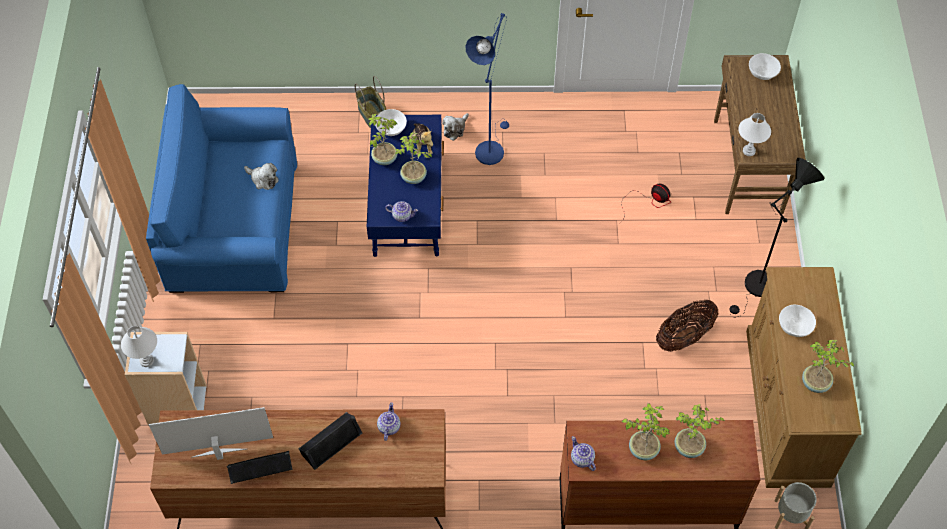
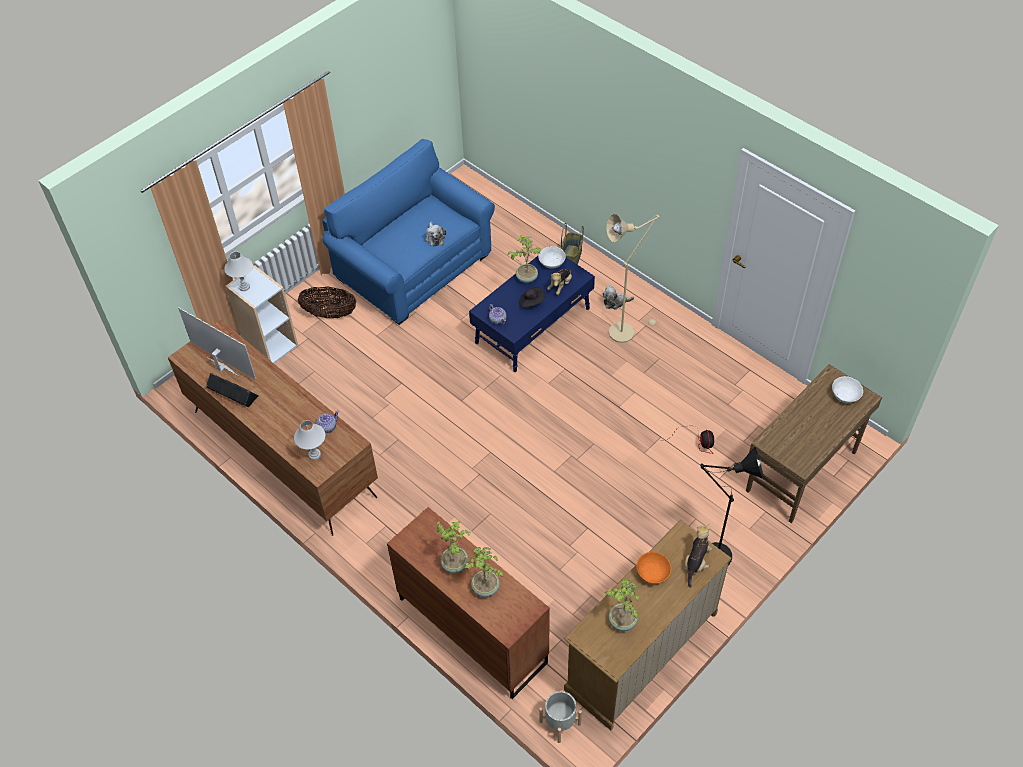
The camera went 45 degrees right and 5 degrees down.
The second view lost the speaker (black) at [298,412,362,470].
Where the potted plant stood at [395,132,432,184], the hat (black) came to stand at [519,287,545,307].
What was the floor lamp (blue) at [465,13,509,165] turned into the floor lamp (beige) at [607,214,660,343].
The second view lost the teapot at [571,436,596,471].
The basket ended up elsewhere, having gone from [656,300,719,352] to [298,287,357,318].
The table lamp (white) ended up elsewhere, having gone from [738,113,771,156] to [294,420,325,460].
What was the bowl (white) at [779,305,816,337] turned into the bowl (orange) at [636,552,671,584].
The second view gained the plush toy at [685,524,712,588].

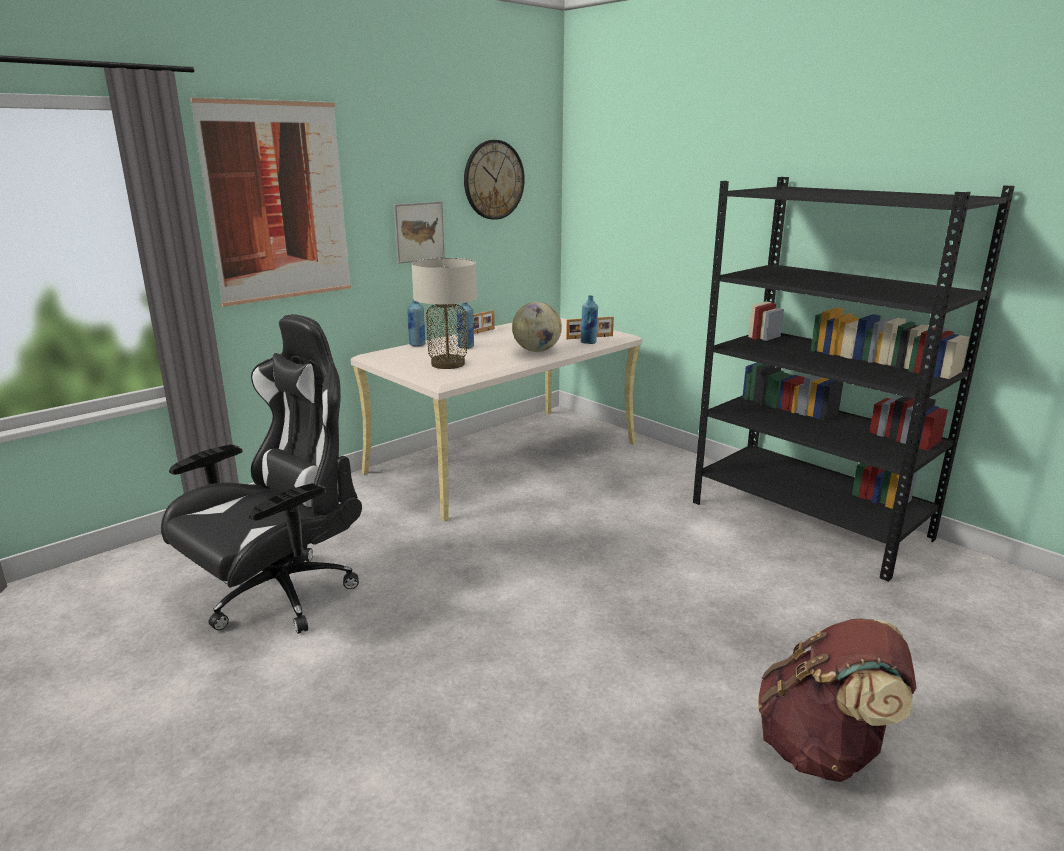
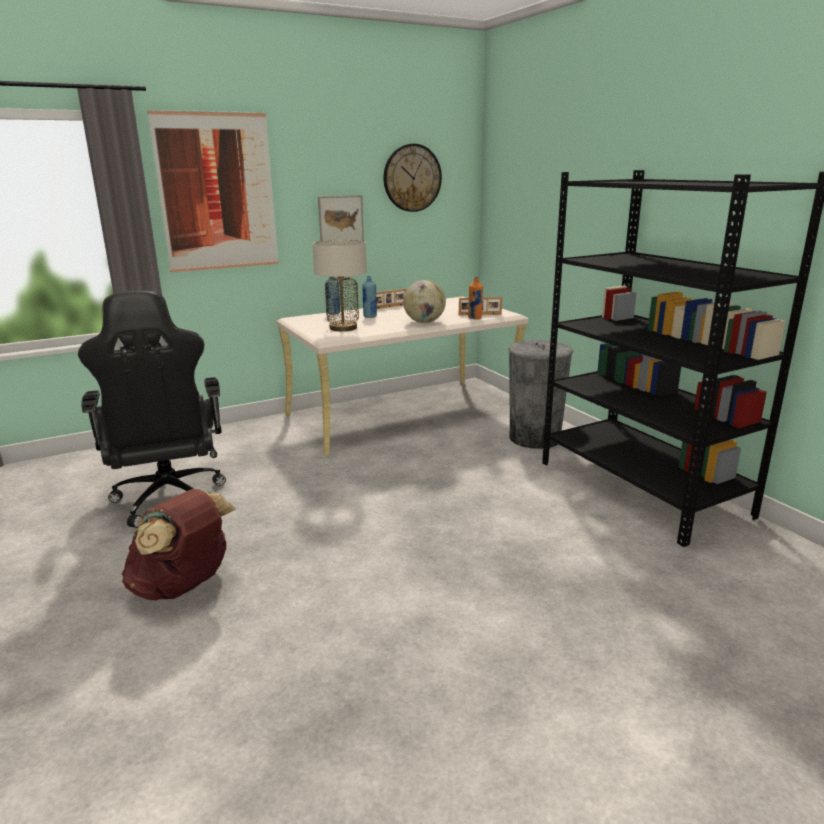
The camera went 15 degrees right and 0 degrees up.
The office chair (black) at [161,314,362,634] ended up facing another way, 105 degrees clockwise from before.
What was the bottle (blue) at [581,296,598,344] turned into the bottle (orange) at [468,277,483,320].
The backpack (brown) ended up elsewhere, having gone from [758,618,916,782] to [122,489,236,600].
The second view gained the trash can (grey) at [508,340,573,449].

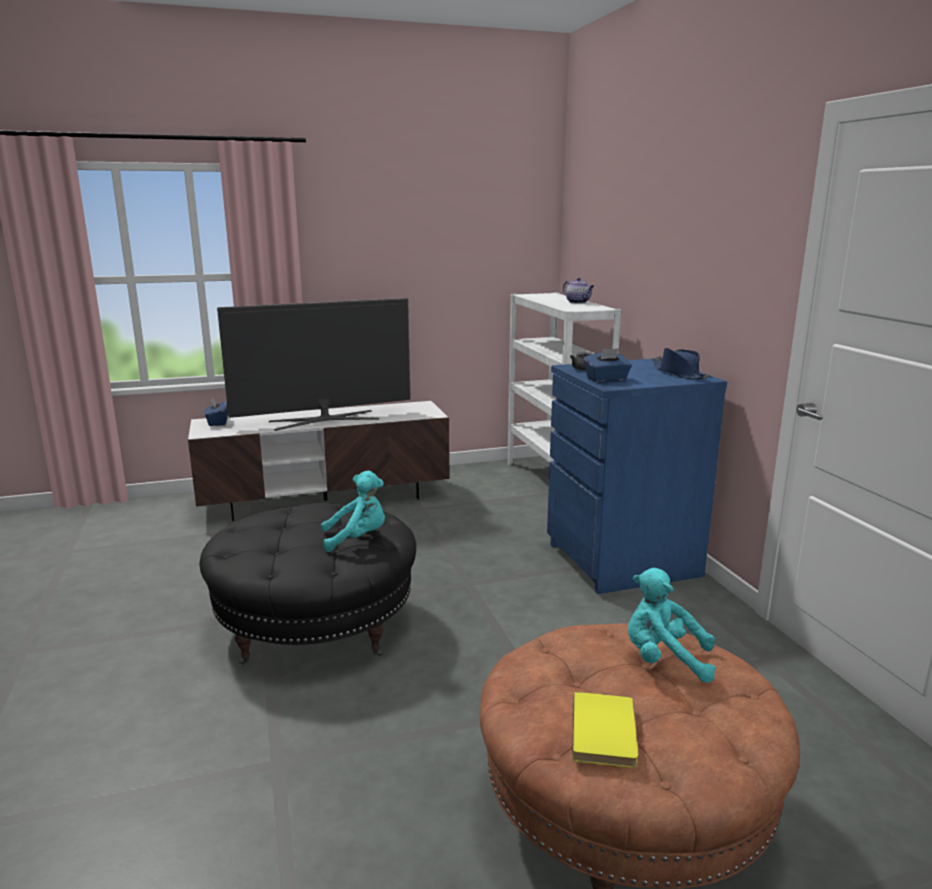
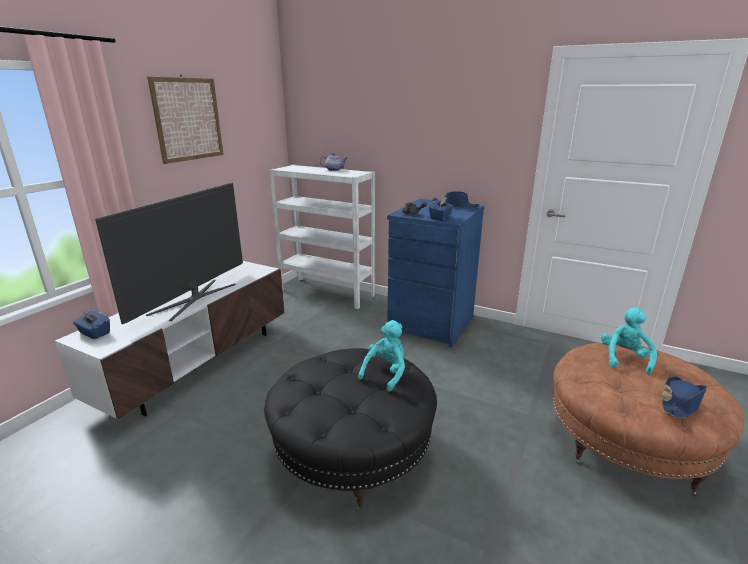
The camera went 45 degrees left and 5 degrees up.
Where the book (yellow) stood at [572,692,638,768], the hat (blue) came to stand at [662,376,707,418].
The plush toy (turquoise) at [628,568,716,683] ended up facing another way, 135 degrees clockwise from before.
The second view gained the picture at [147,75,223,164].

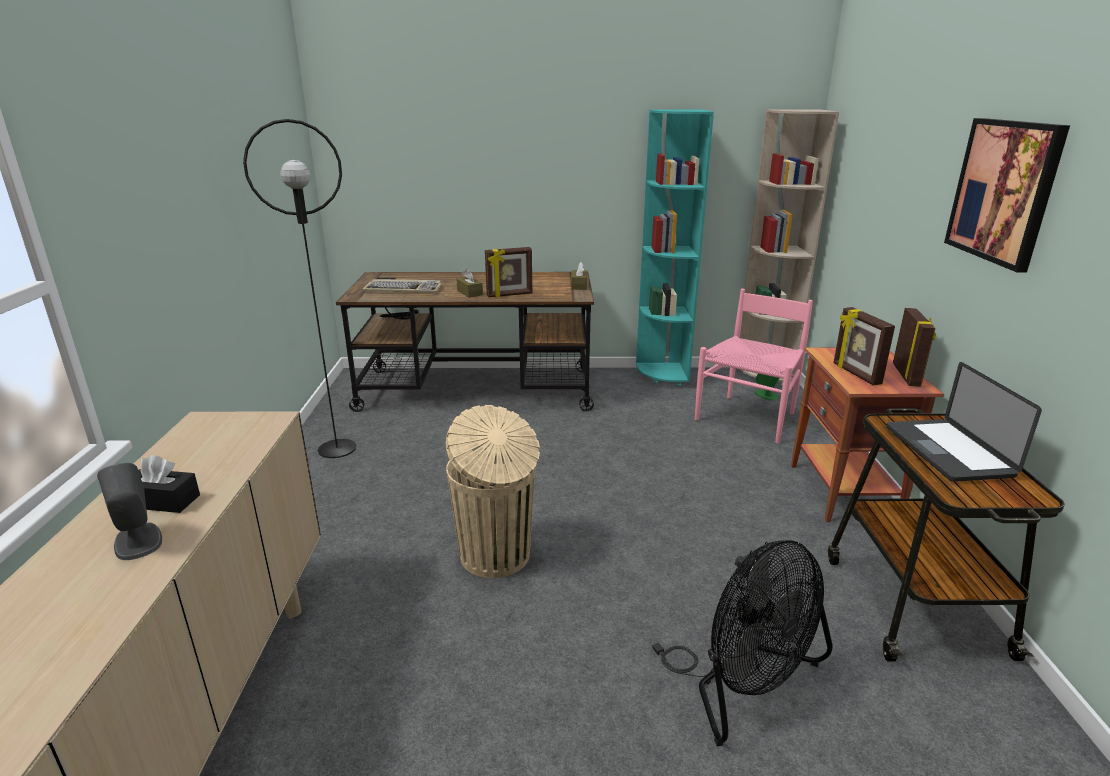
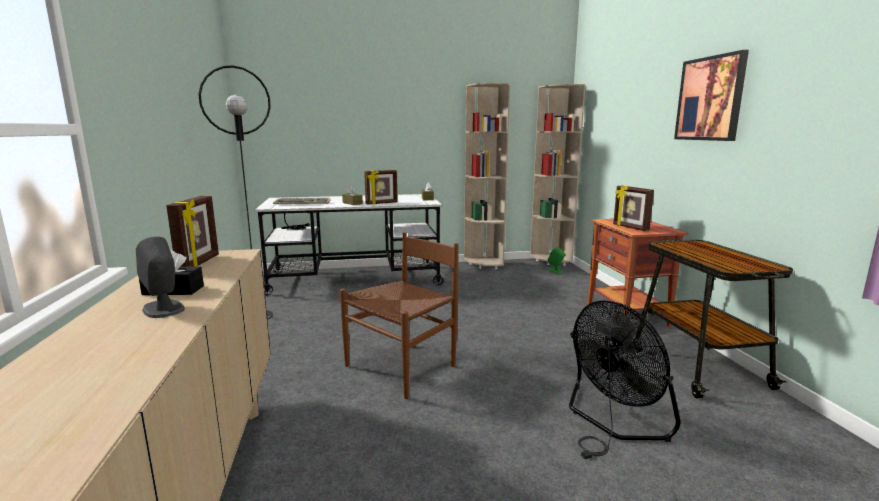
The camera went 10 degrees left and 10 degrees down.
What was the desk (brown) at [336,272,594,412] turned into the desk (white) at [255,194,443,296].
Where the trash can (beige) stood at [446,405,540,578], the chair (brown) came to stand at [340,232,458,399].
What was the bookcase (turquoise) at [636,109,714,386] turned into the bookcase (beige) at [464,83,510,269].
The fan (black) at [652,540,833,746] ended up facing another way, 75 degrees counterclockwise from before.
The second view lost the chair (pink) at [695,289,813,443].
The second view lost the laptop at [886,362,1042,482].
The picture frame ended up elsewhere, having gone from [893,308,936,387] to [166,196,219,267].

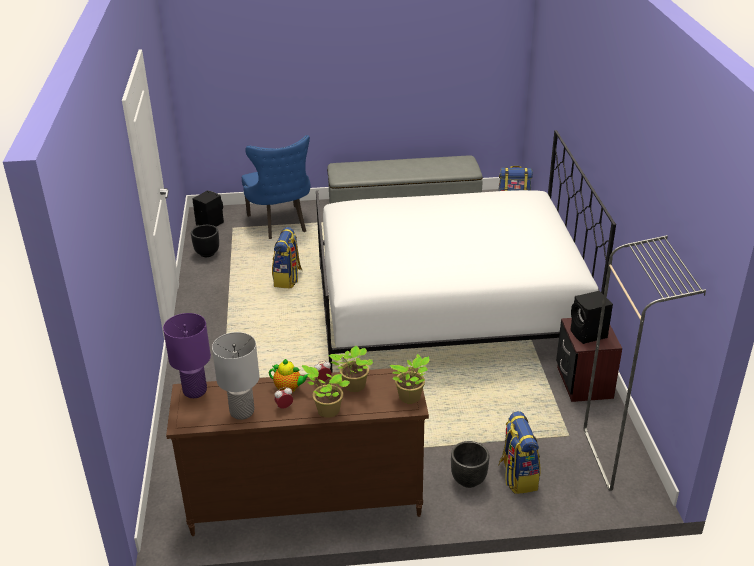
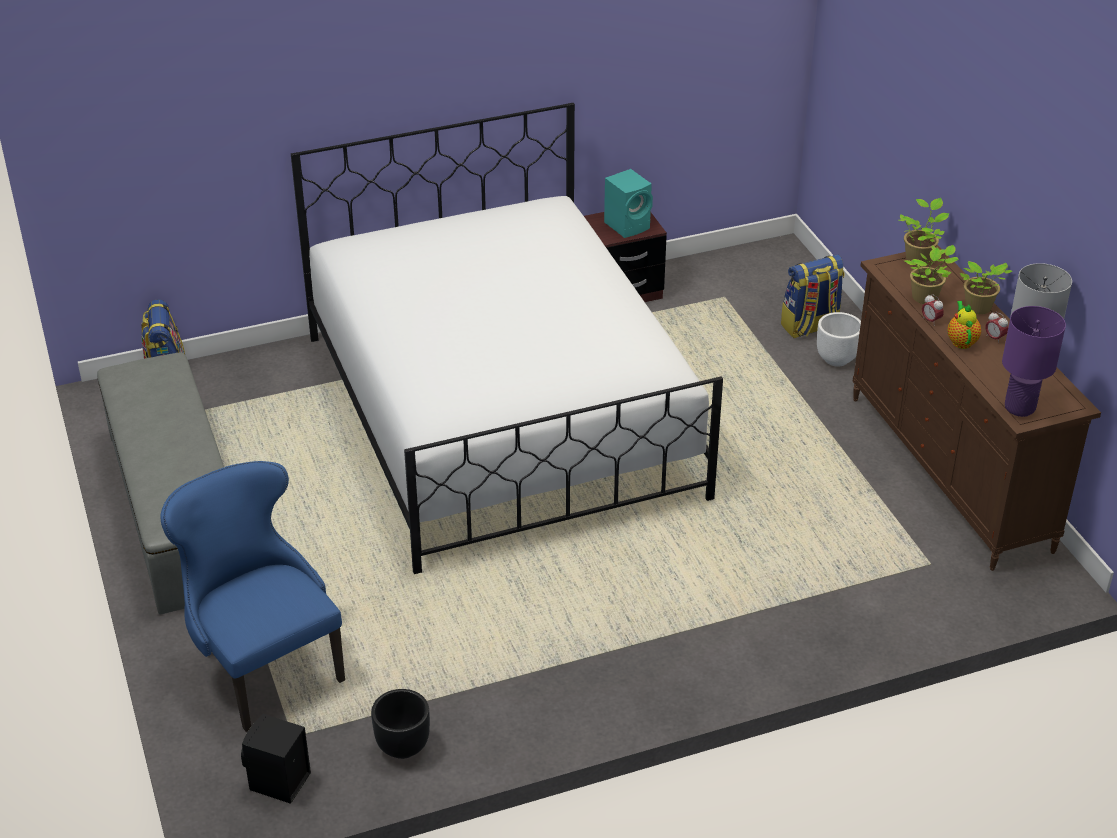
The camera went 105 degrees left and 5 degrees up.
The chair (blue) at [242,135,310,239] ended up facing another way, 90 degrees counterclockwise from before.
The second view lost the backpack at [272,227,302,288].
What was the planter (black) at [451,441,490,488] turned into the planter (white) at [817,312,861,367].
What was the speaker (black) at [570,291,613,344] turned into the speaker (turquoise) at [604,169,653,238].
The second view lost the clothes rack (grey) at [584,235,706,491].

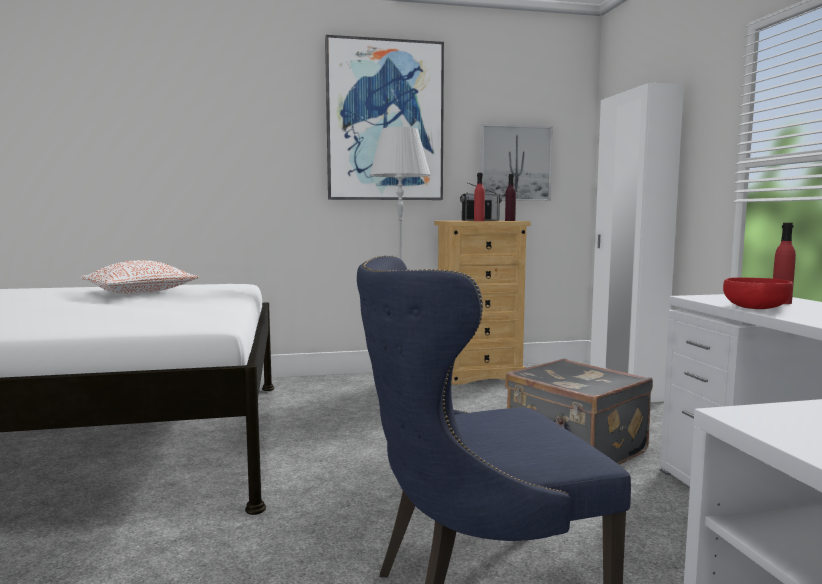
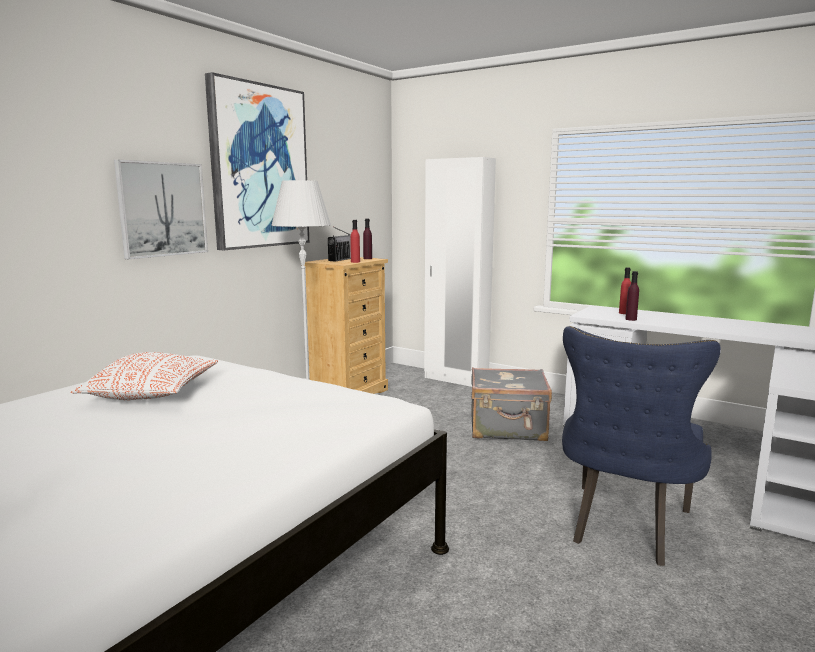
The camera went 45 degrees left and 5 degrees up.
The picture ended up elsewhere, having gone from [480,124,553,201] to [114,160,208,259].
Where the bowl (red) stood at [723,277,793,309], the bottle (purple) came to stand at [625,271,639,321].

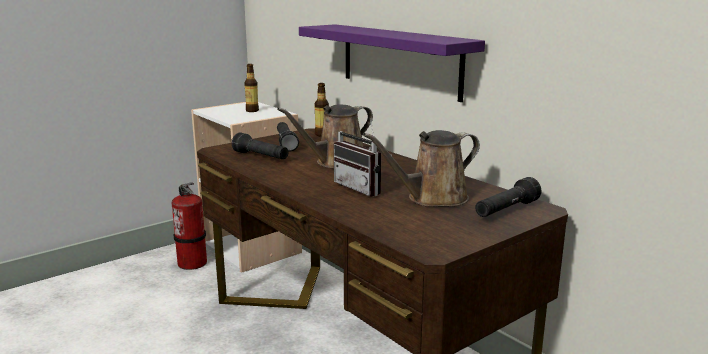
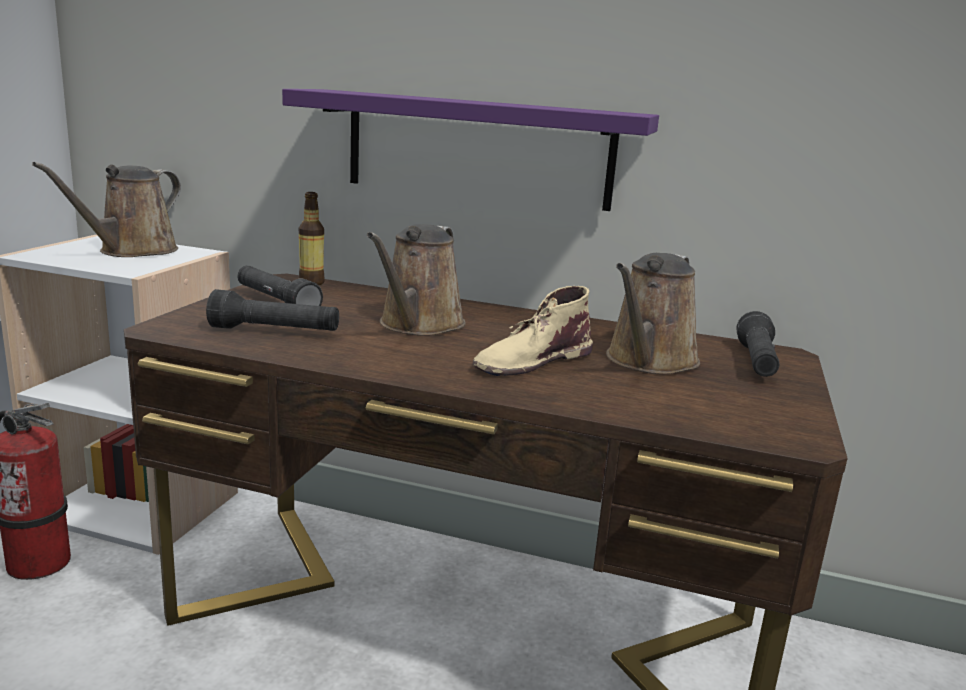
The camera went 35 degrees left and 0 degrees up.
Where the bottle stood at [244,64,259,112], the watering can (brown) came to stand at [32,162,181,257].
Where the radio stood at [334,118,381,197], the boot (beige) came to stand at [472,286,593,376].

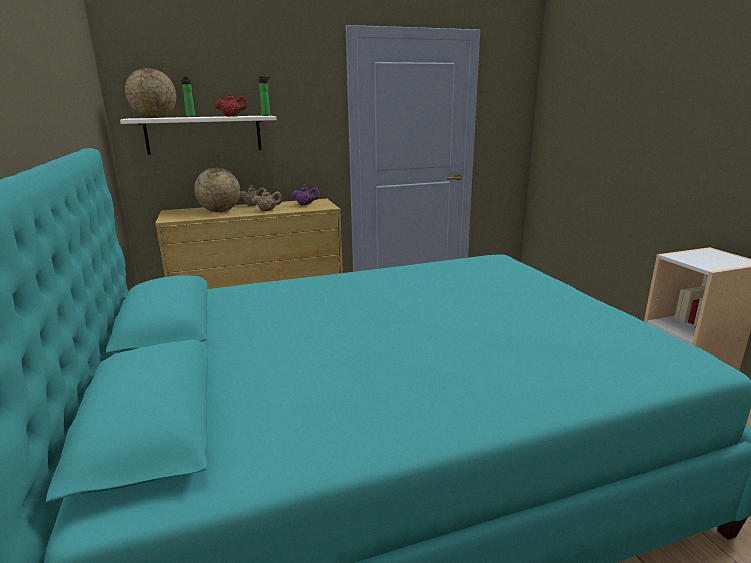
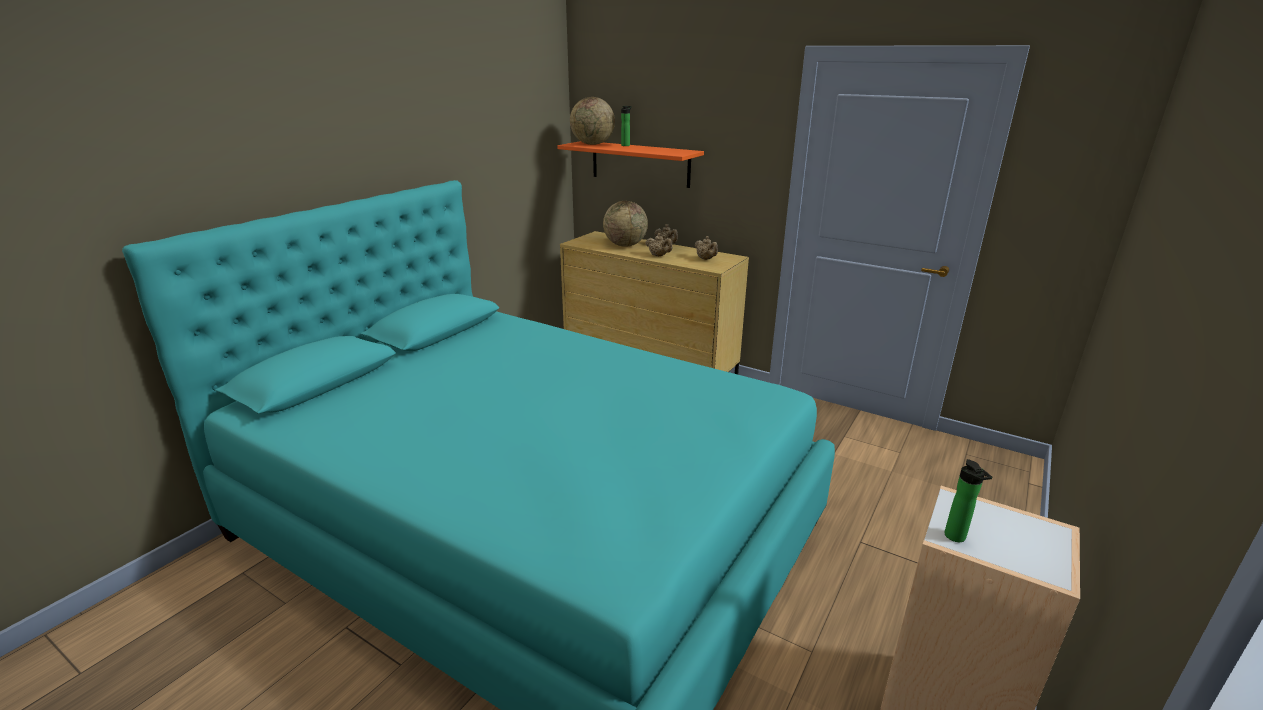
The camera went 50 degrees right and 5 degrees up.
What was the shelf (white) at [120,115,276,155] turned into the shelf (orange) at [557,141,704,188].
The second view lost the teapot (red) at [214,93,247,117].
The bottle ended up elsewhere, having gone from [258,76,270,116] to [944,459,992,542].
What was the teapot (purple) at [291,184,320,205] turned into the teapot (beige) at [694,236,718,260].

